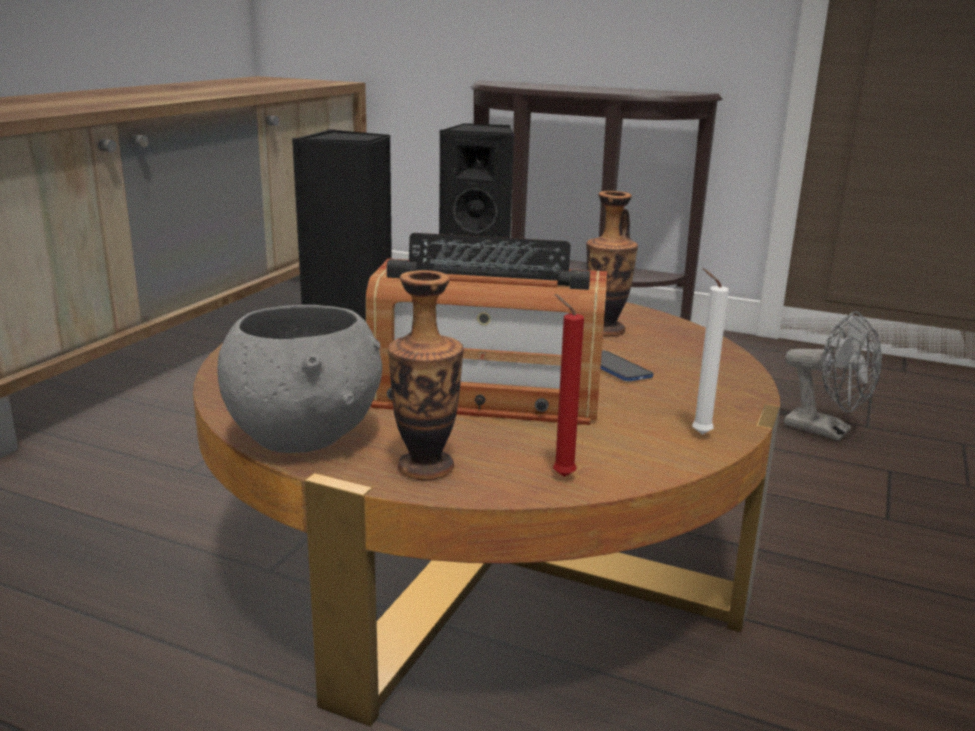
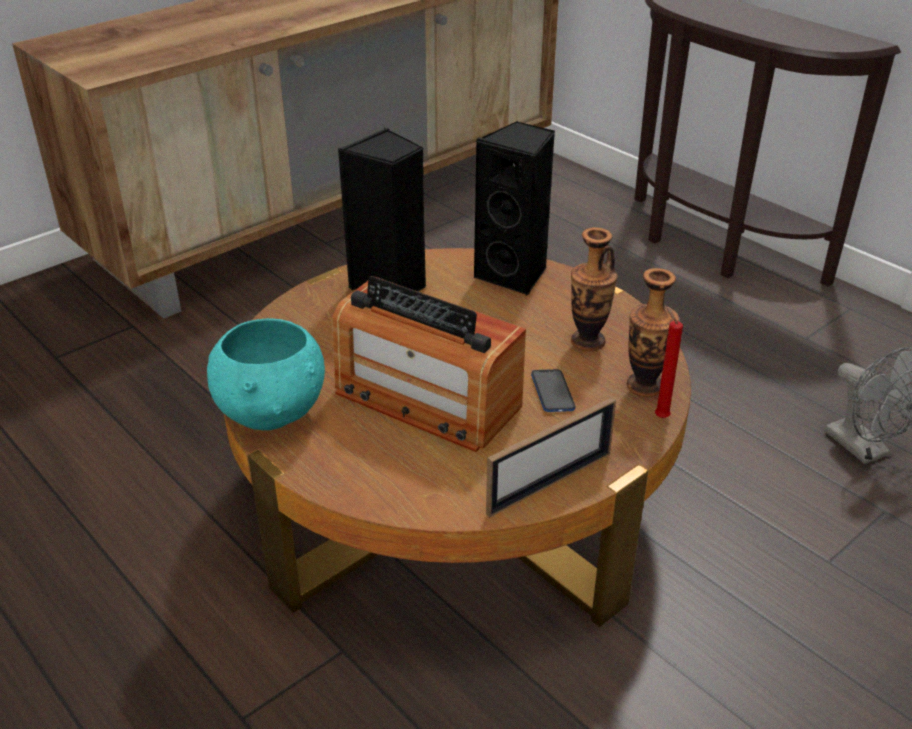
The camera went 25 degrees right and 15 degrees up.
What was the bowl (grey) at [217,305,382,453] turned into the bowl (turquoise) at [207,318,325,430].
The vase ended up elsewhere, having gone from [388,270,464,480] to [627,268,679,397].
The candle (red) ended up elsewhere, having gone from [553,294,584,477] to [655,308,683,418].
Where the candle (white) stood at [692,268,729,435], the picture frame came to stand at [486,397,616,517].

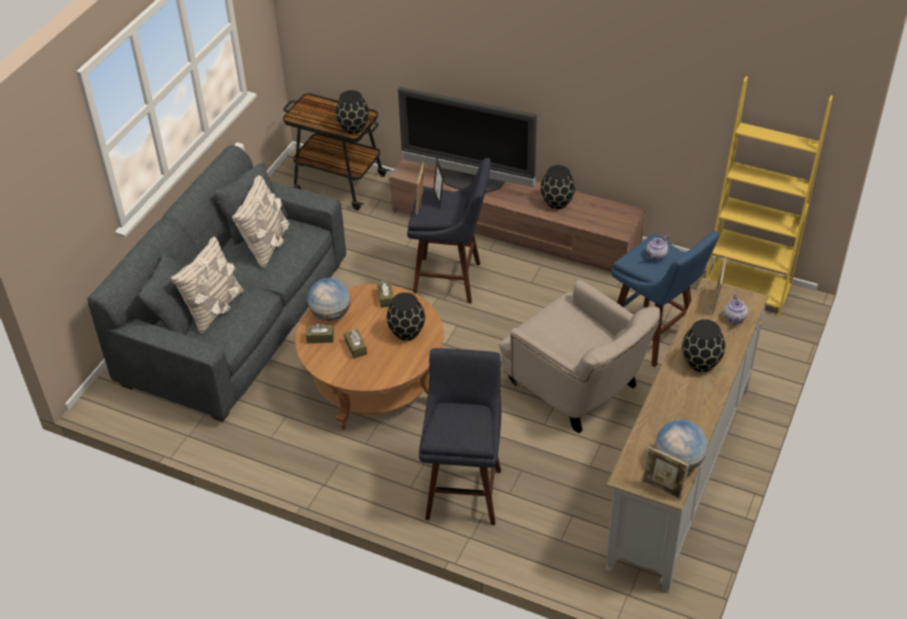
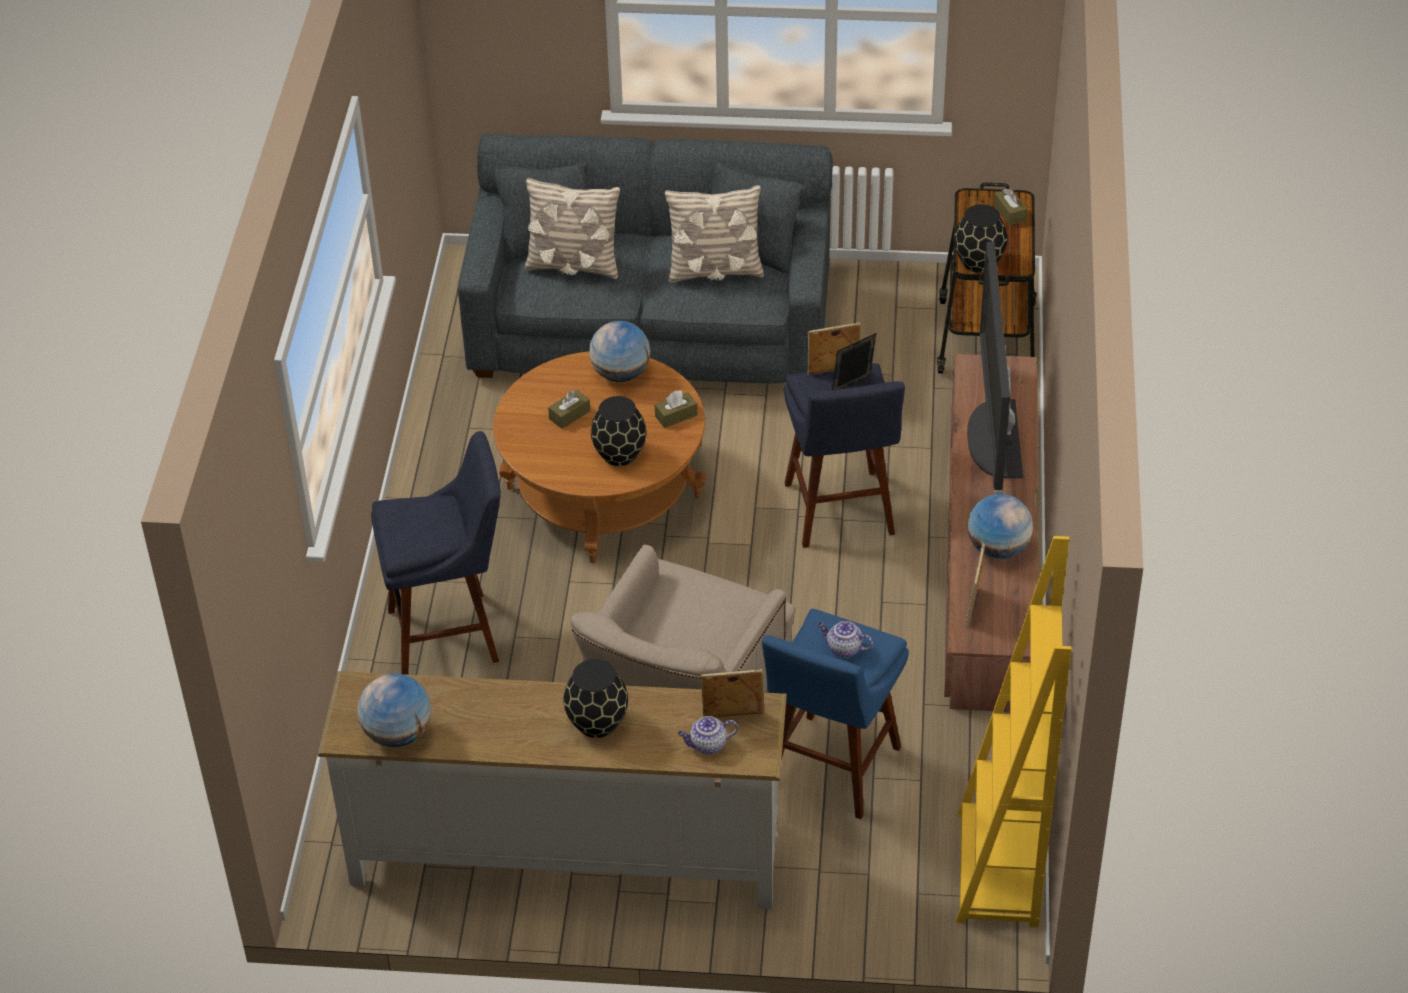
The camera went 70 degrees right and 0 degrees up.
The tissue box (brown) ended up elsewhere, having gone from [306,323,334,343] to [994,188,1027,226].
Where the vase (black) stood at [541,165,575,209], the globe came to stand at [968,494,1033,559].
The picture frame ended up elsewhere, having gone from [641,446,689,500] to [965,544,985,627].

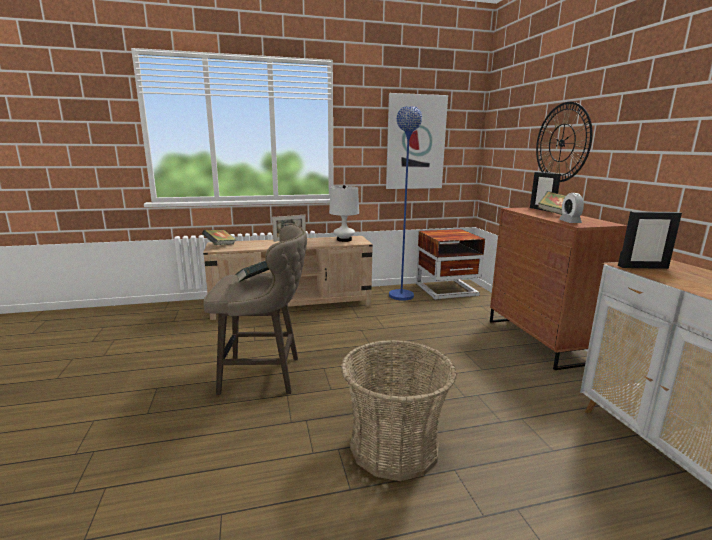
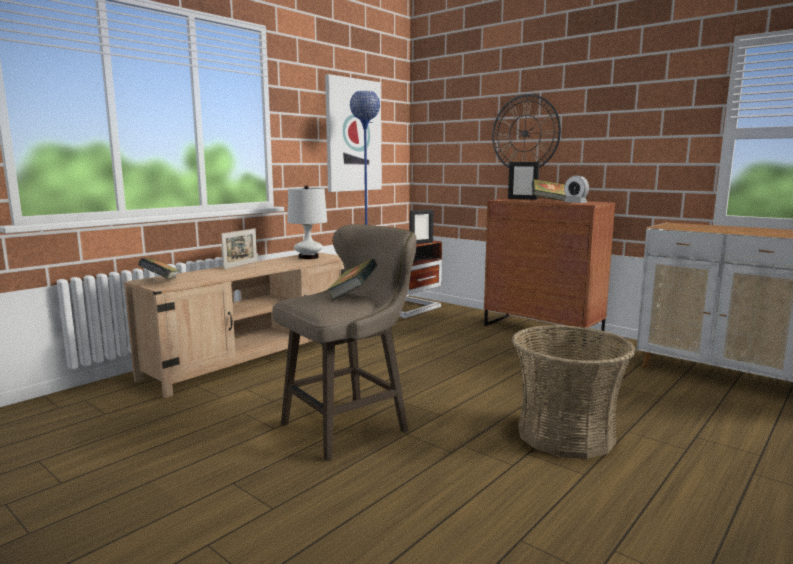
The camera went 35 degrees left and 5 degrees down.
The picture frame ended up elsewhere, having gone from [618,211,682,269] to [409,209,434,244].

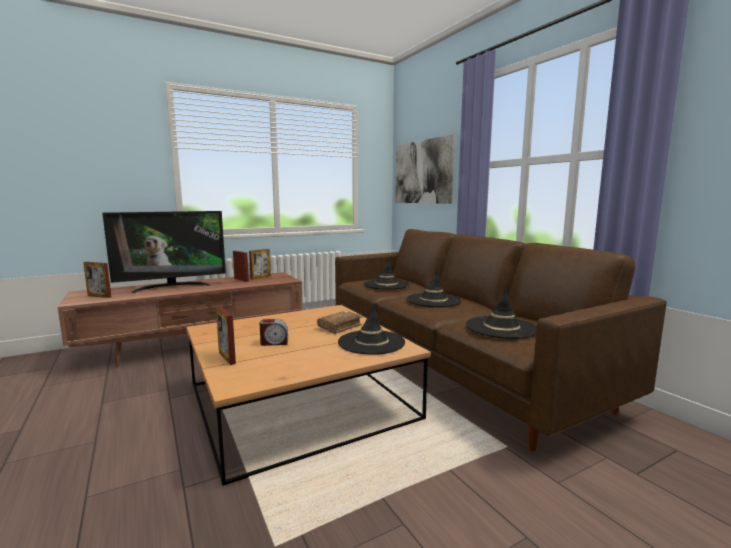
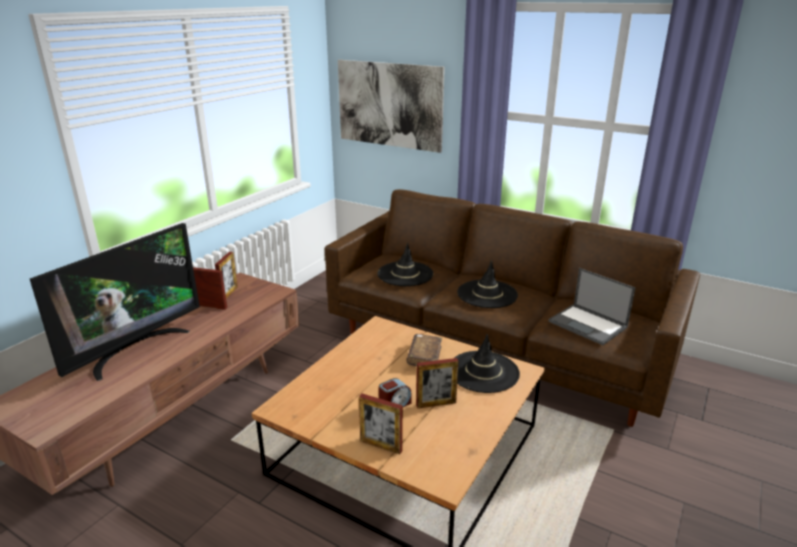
The camera went 30 degrees left and 15 degrees up.
The picture frame ended up elsewhere, having gone from [83,262,111,298] to [416,358,458,408].
Where the hat (black) stood at [466,287,537,339], the laptop came to stand at [548,268,636,345].

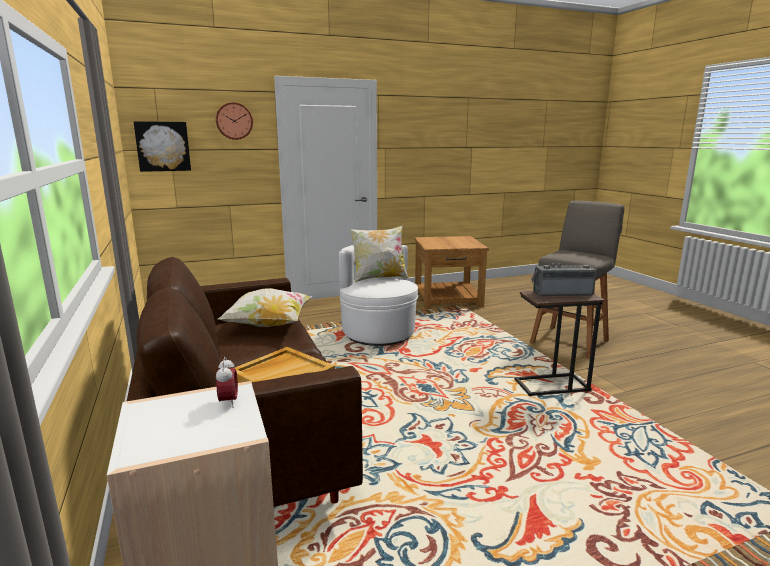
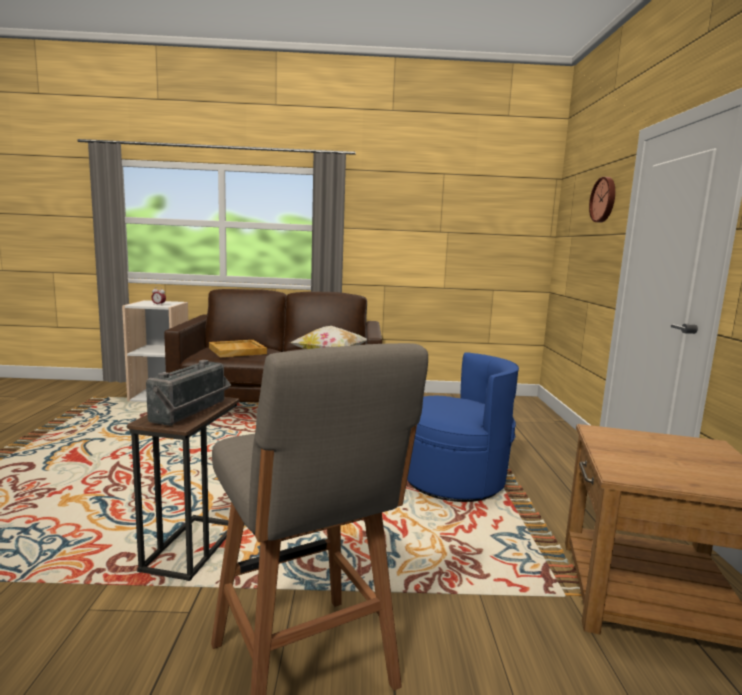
The camera went 110 degrees right and 5 degrees down.
The second view lost the picture at [134,121,191,172].
What was the armchair (white) at [339,245,418,346] turned into the armchair (blue) at [407,352,519,502].
The second view lost the pillow at [350,225,408,282].

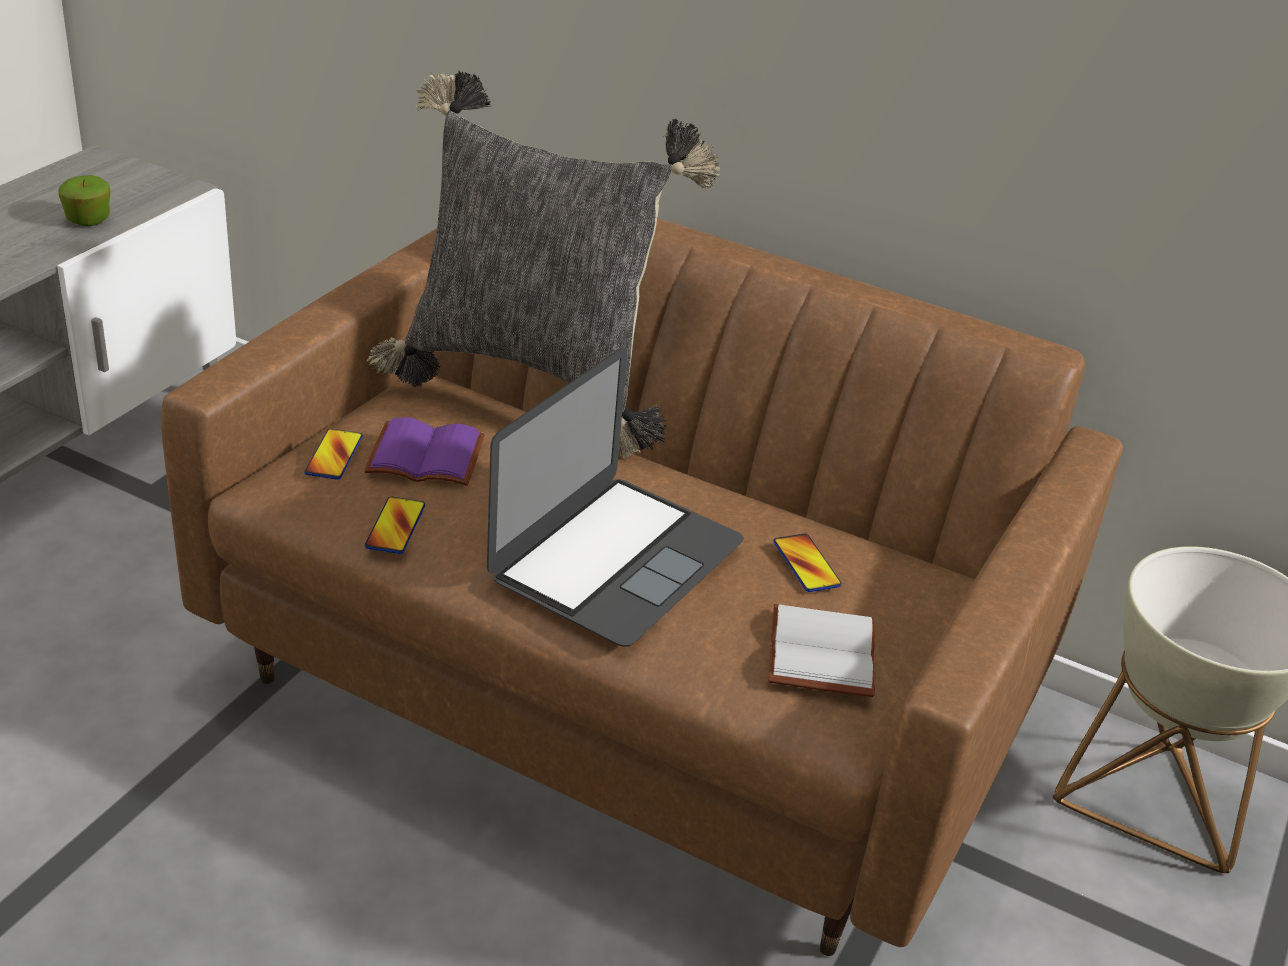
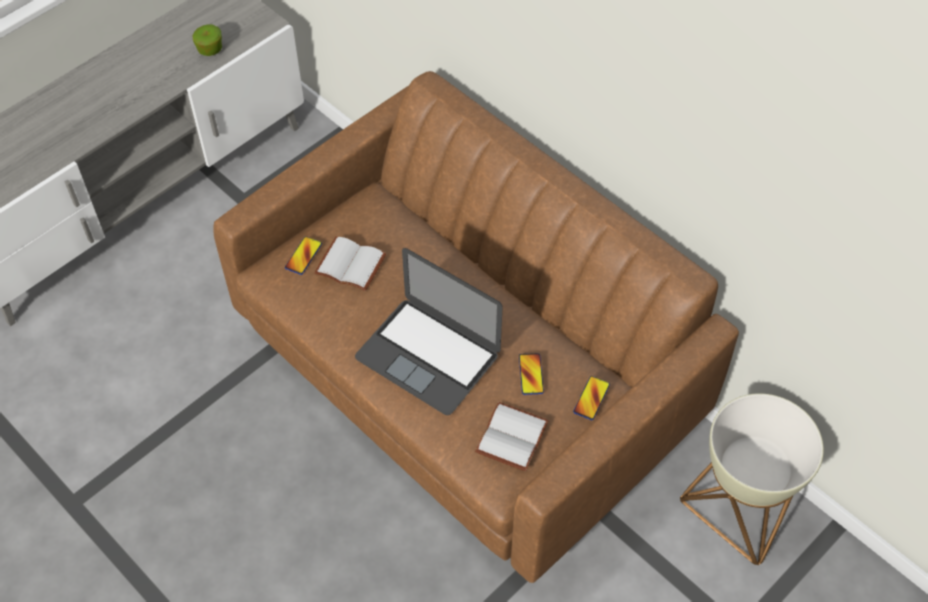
The camera went 20 degrees right and 20 degrees up.
What was the book (purple) at [364,417,485,486] turned into the book (white) at [314,237,386,291].
The phone ended up elsewhere, having gone from [365,497,425,554] to [573,376,610,420].
The second view lost the pillow at [366,71,720,459].
The laptop at [487,348,744,647] ended up facing another way, 75 degrees clockwise from before.

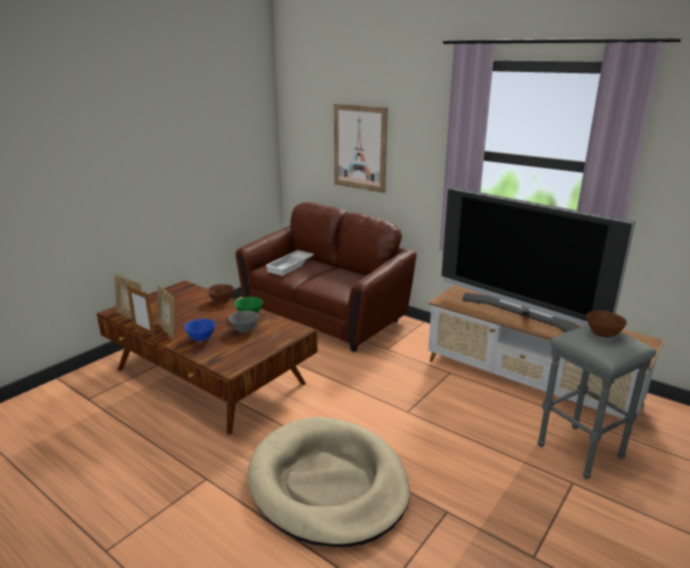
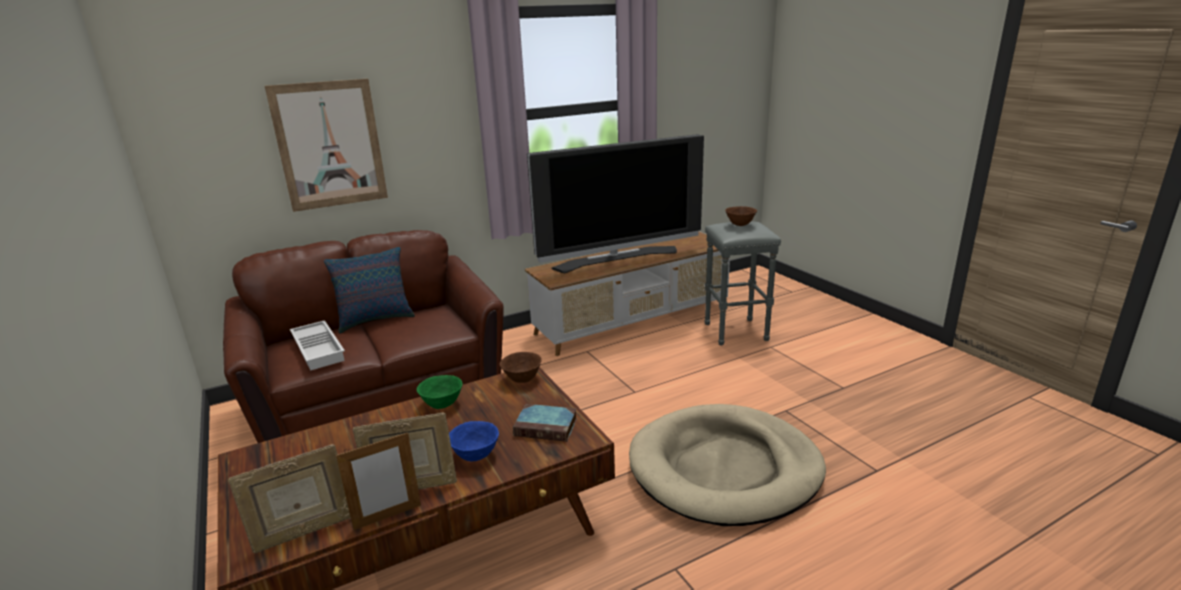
The camera went 65 degrees left and 0 degrees up.
The bowl (brown) ended up elsewhere, having gone from [207,284,234,303] to [500,352,542,383].
The second view lost the bowl (grey) at [228,311,259,332].
The second view gained the pillow (blue) at [324,247,415,333].
The second view gained the book at [513,404,577,442].

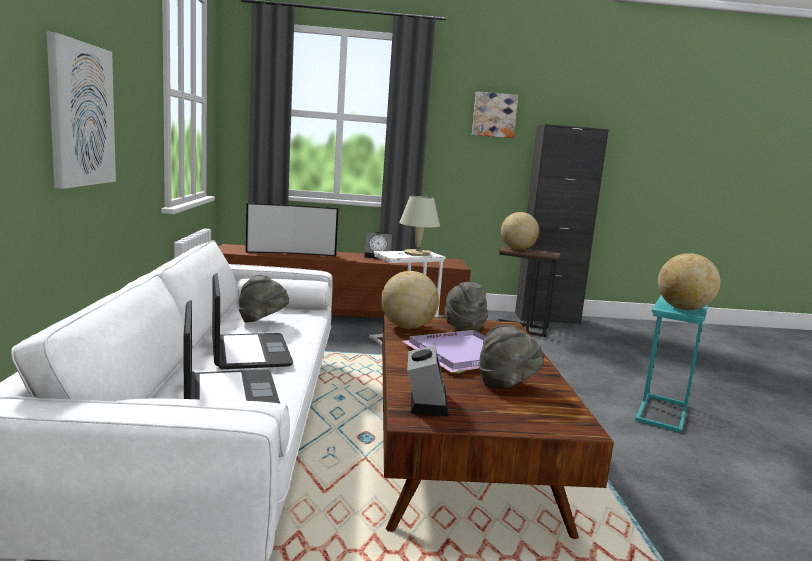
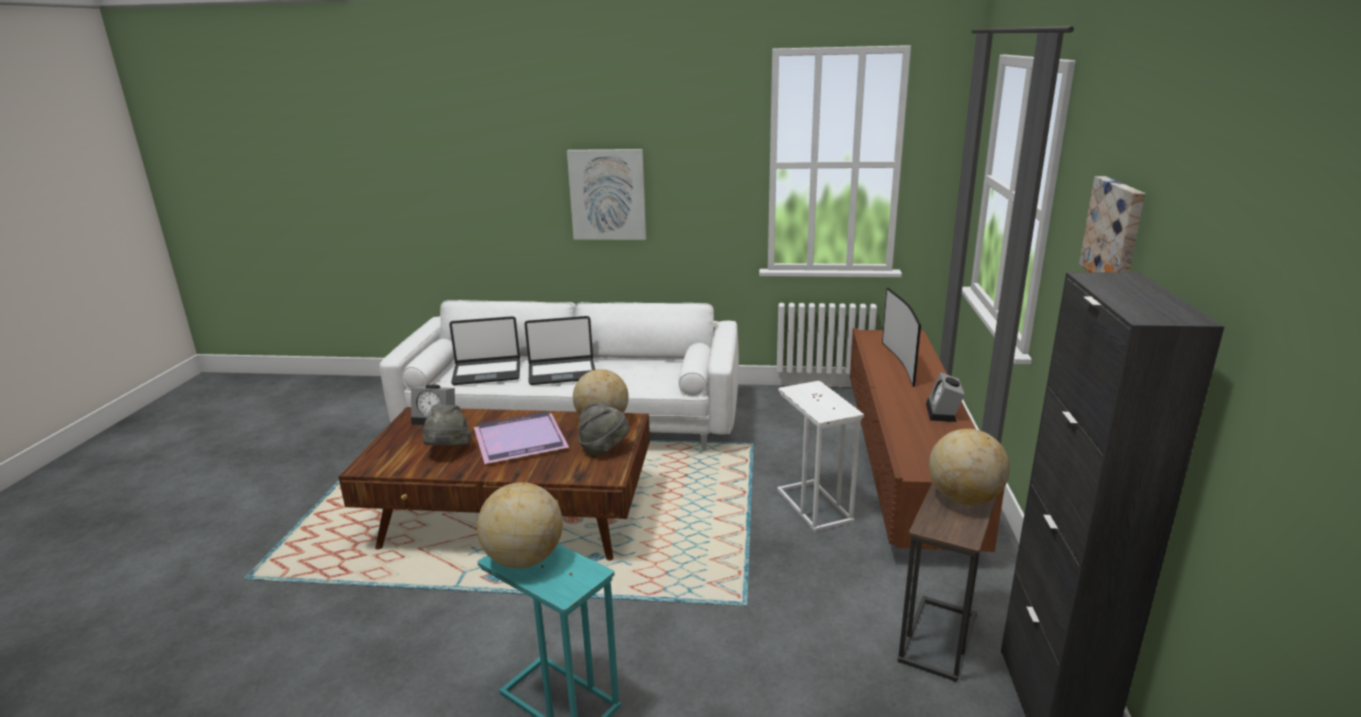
The camera went 100 degrees right and 10 degrees up.
The second view lost the hat (grey) at [238,275,289,323].
The second view lost the table lamp (beige) at [399,196,440,256].

